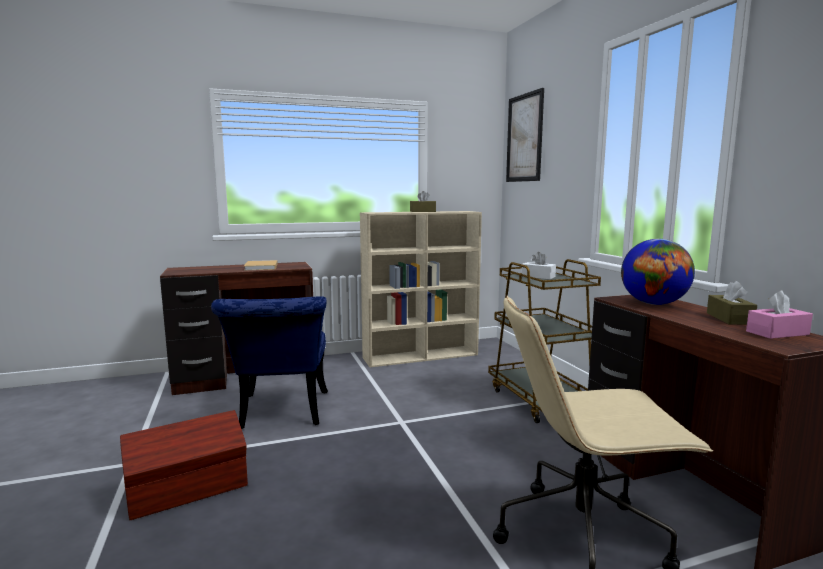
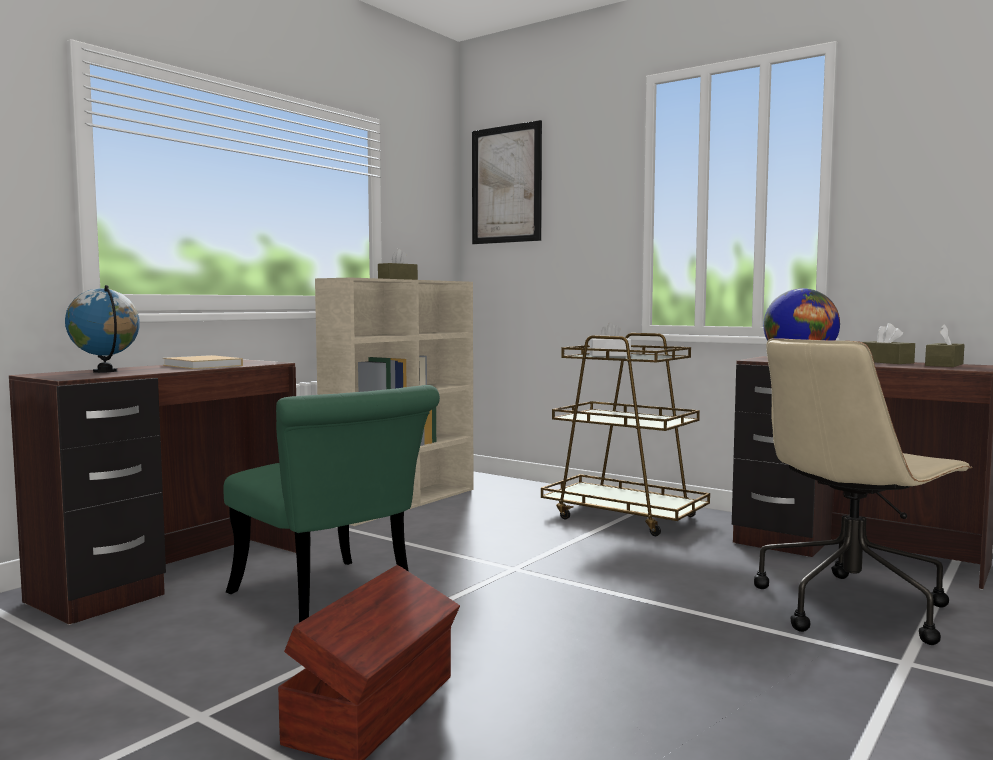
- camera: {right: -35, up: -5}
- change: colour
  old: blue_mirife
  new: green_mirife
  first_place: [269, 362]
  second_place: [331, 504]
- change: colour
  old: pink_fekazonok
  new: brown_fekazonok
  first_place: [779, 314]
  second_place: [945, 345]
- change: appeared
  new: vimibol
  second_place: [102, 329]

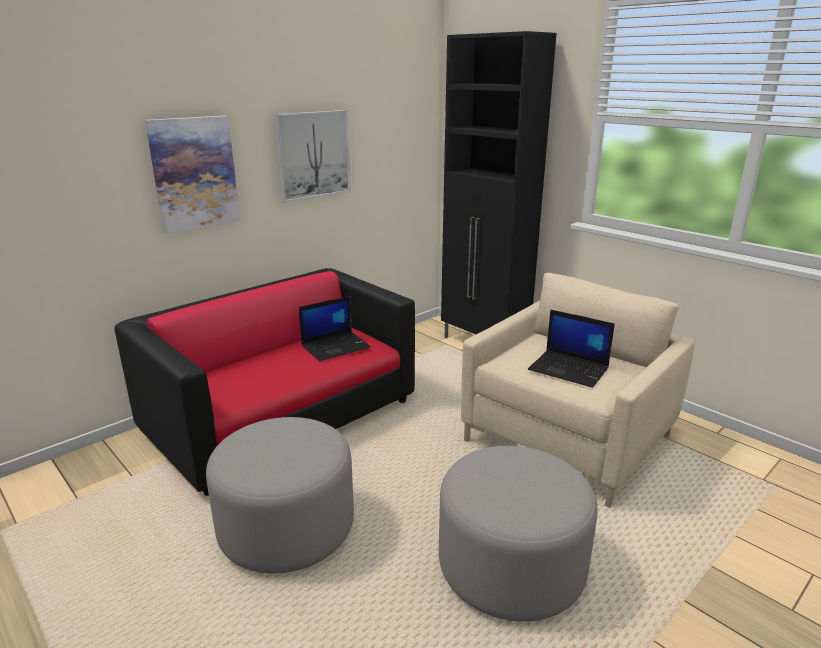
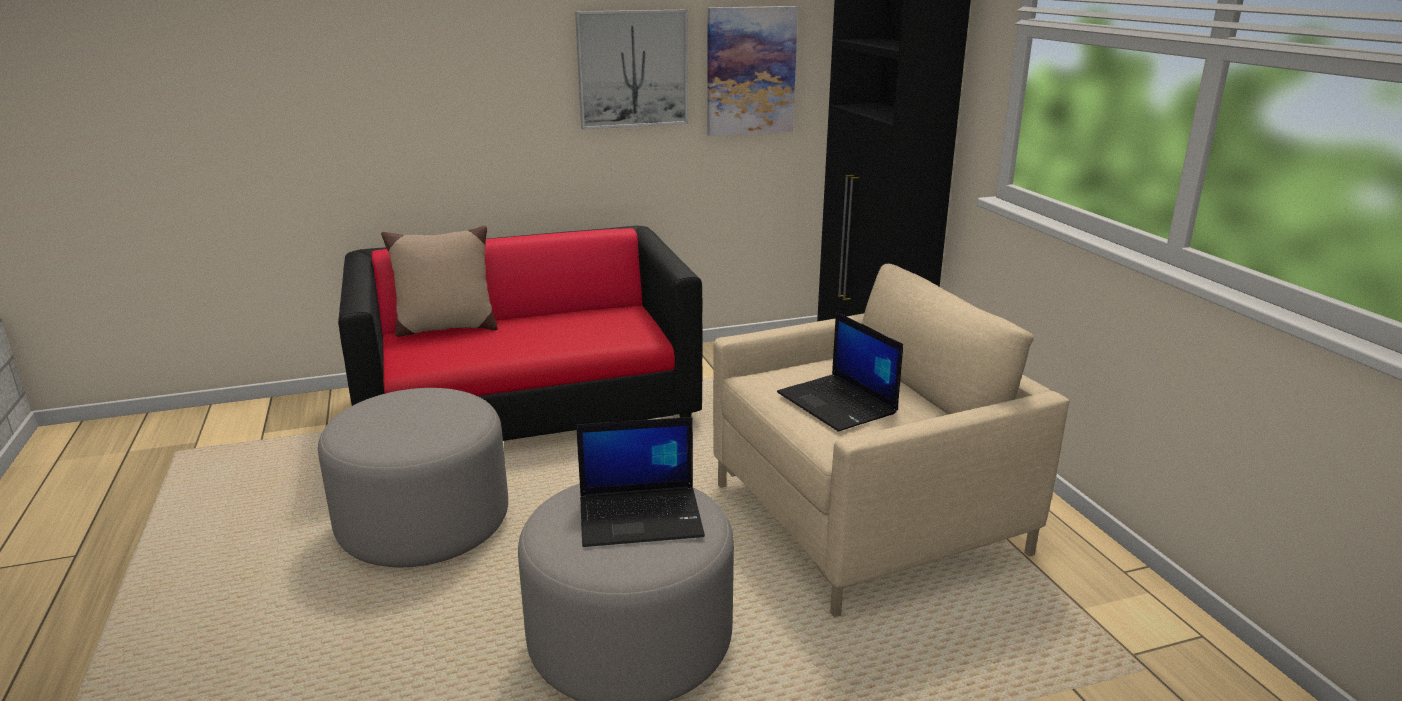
- camera: {right: 25, up: 0}
- change: relocated
  old: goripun
  first_place: [192, 175]
  second_place: [752, 71]
- change: relocated
  old: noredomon
  first_place: [335, 328]
  second_place: [640, 482]
- change: appeared
  new: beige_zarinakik
  second_place: [439, 281]

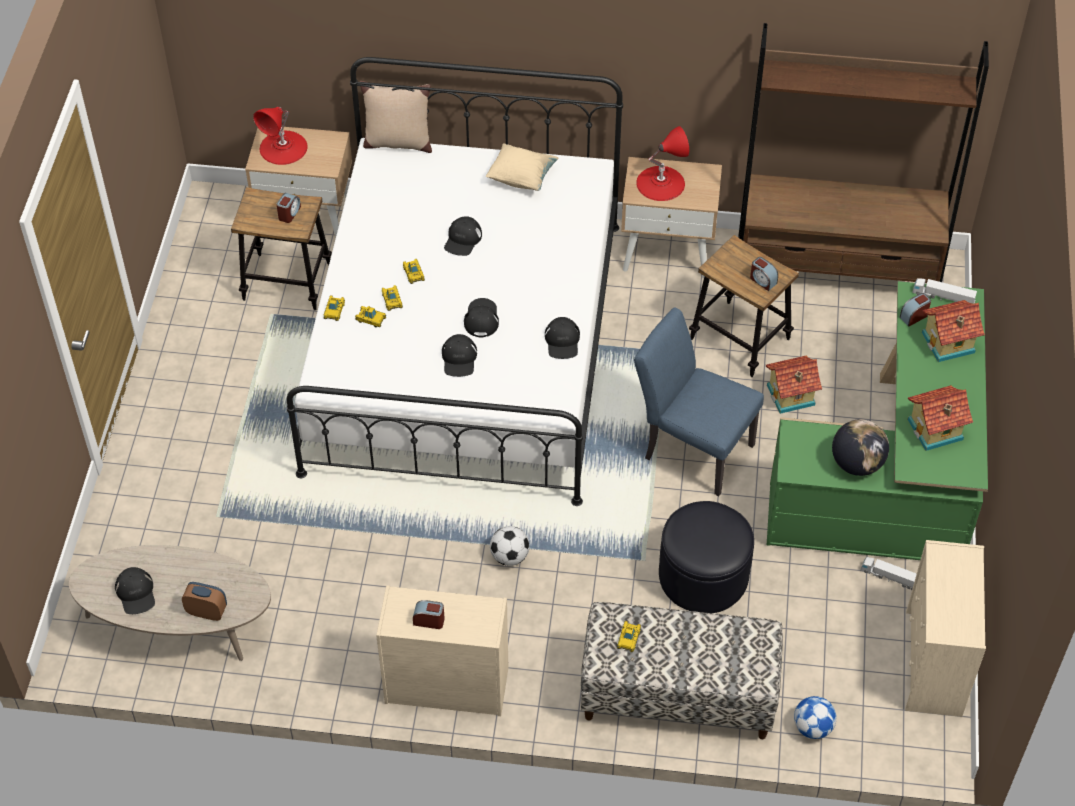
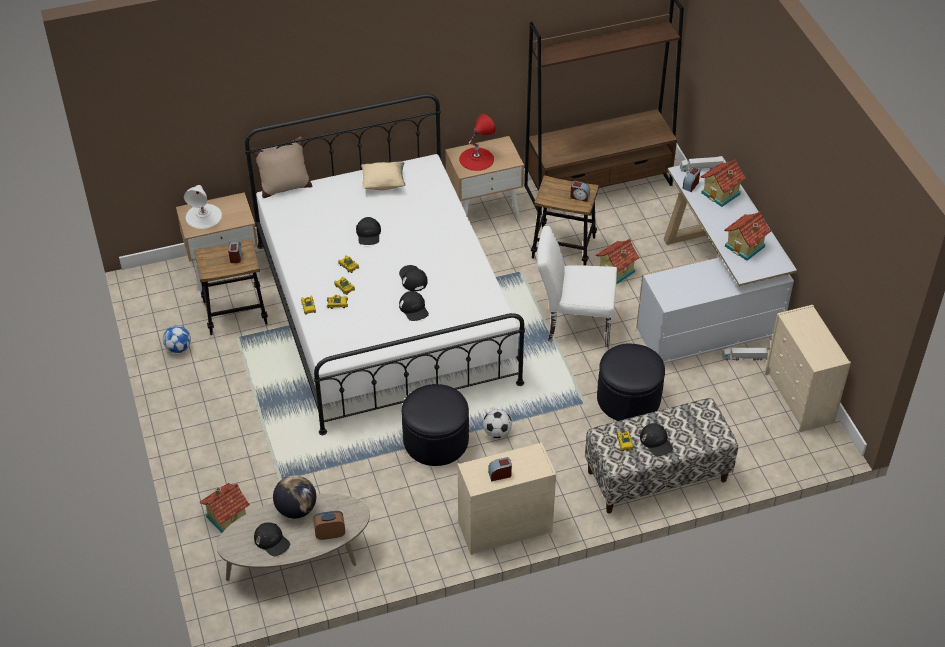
- camera: {right: -25, up: -5}
- change: colour
  old: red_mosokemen
  new: white_mosokemen
  first_place: [280, 136]
  second_place: [203, 207]
- change: relocated
  old: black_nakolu
  first_place: [562, 338]
  second_place: [656, 439]
- change: colour
  old: blue_mirife
  new: white_mirife
  first_place: [699, 401]
  second_place: [577, 287]
- change: colour
  old: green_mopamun
  new: white_mopamun
  first_place: [877, 420]
  second_place: [716, 260]
- change: relocated
  old: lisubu
  first_place: [815, 717]
  second_place: [177, 339]
- change: relocated
  old: vimibol
  first_place: [860, 447]
  second_place: [294, 497]
- change: appeared
  new: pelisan
  second_place: [225, 508]
- change: appeared
  new: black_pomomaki
  second_place: [435, 425]

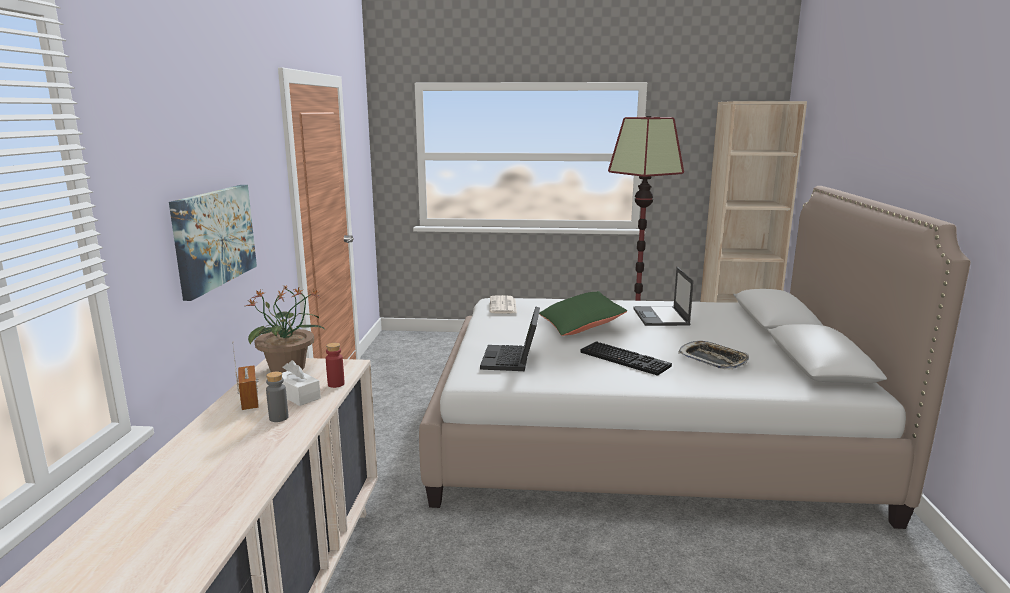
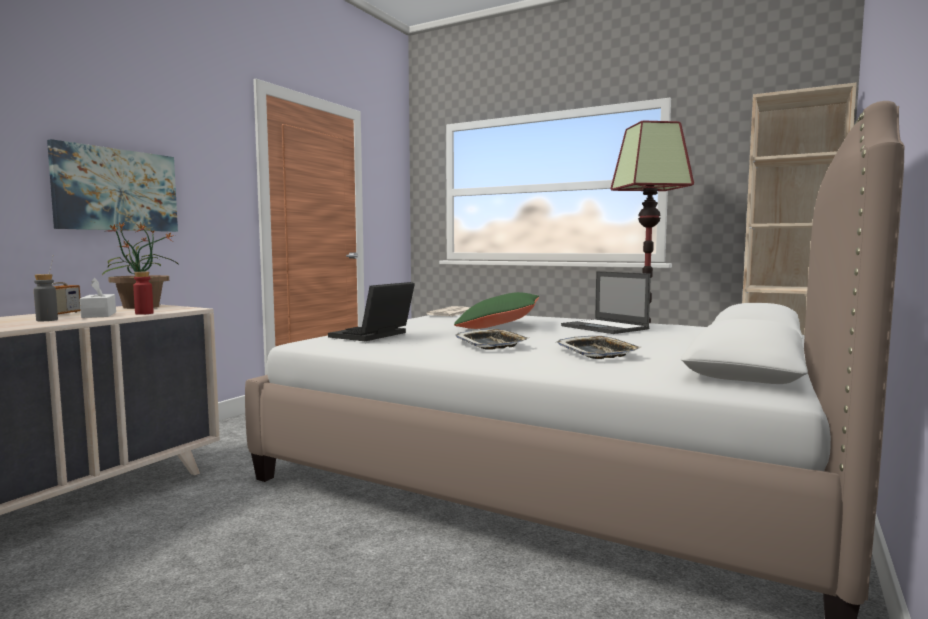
- camera: {right: 25, up: -10}
- change: exchanged
  old: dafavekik
  new: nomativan
  first_place: [626, 358]
  second_place: [491, 339]
- change: spun
  old: noredomon
  first_place: [663, 296]
  second_place: [606, 302]
  degrees: -60

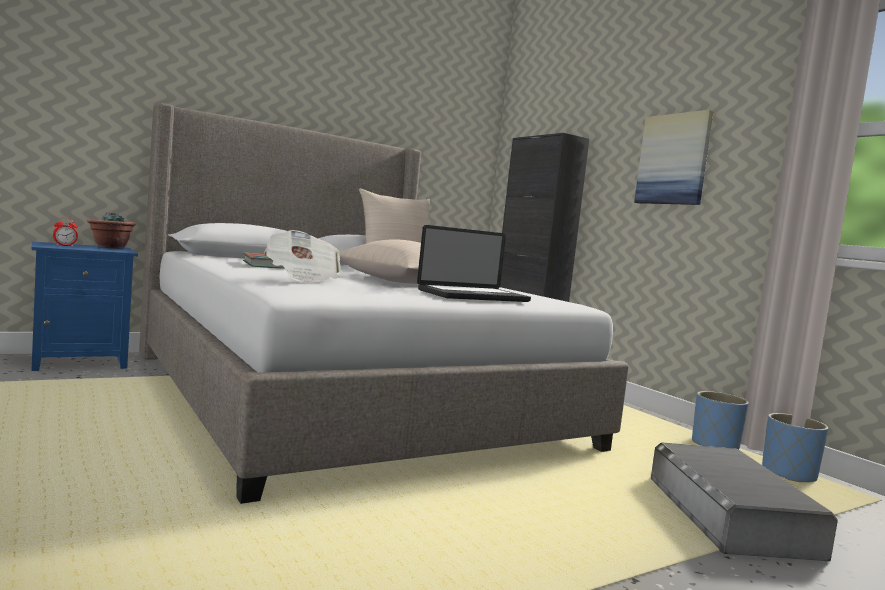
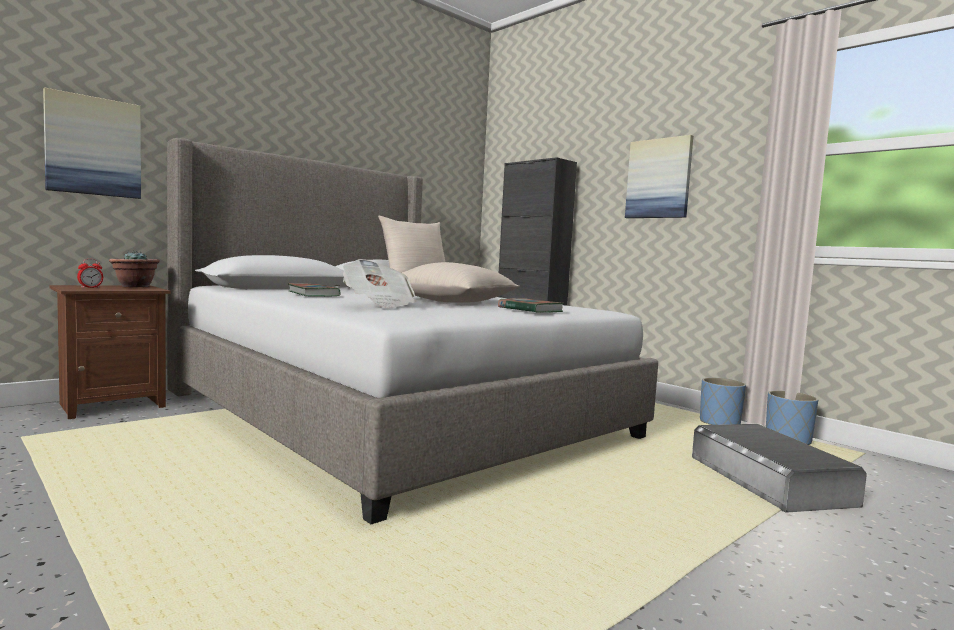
- camera: {right: -10, up: 0}
- change: colour
  old: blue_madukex
  new: brown_madukex
  first_place: [84, 306]
  second_place: [110, 352]
- change: exchanged
  old: noredomon
  new: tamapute
  first_place: [474, 263]
  second_place: [531, 305]
- change: appeared
  new: goripun
  second_place: [92, 143]

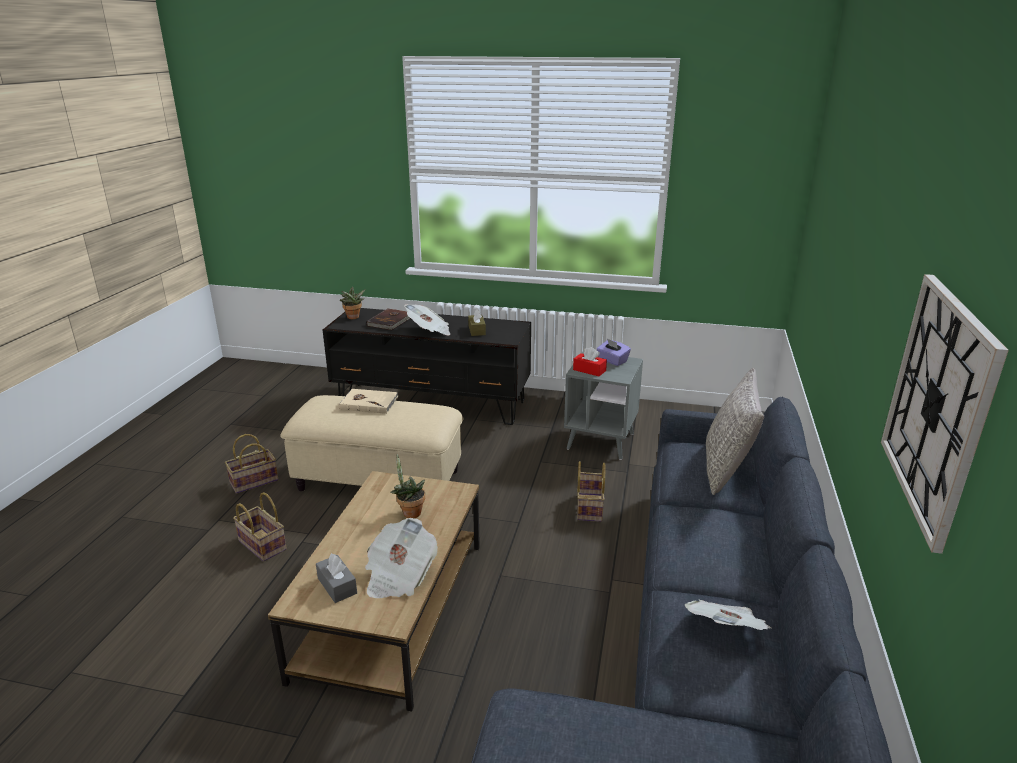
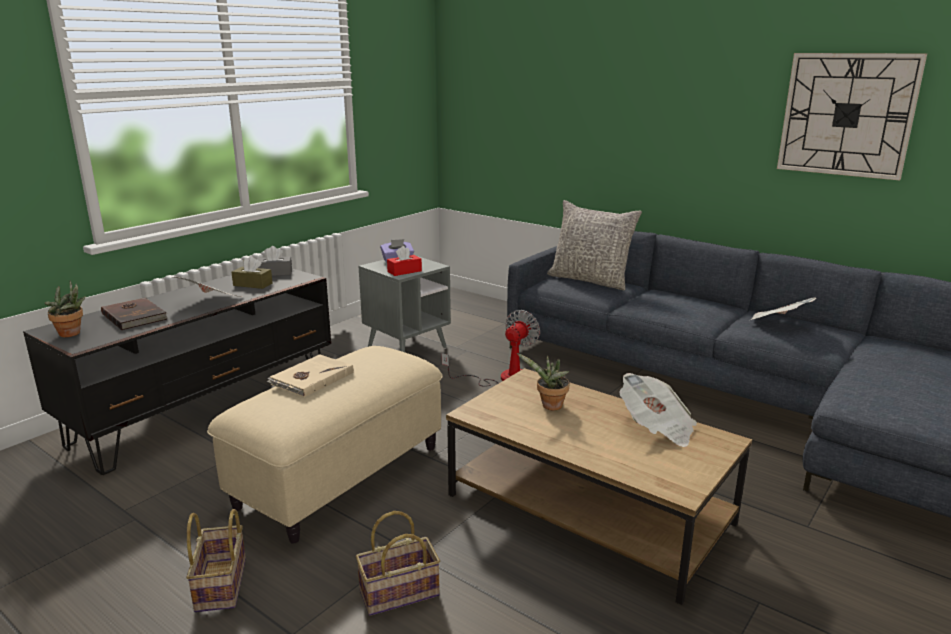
- camera: {right: -65, up: -5}
- change: relocated
  old: grey_fekazonok
  first_place: [336, 578]
  second_place: [275, 261]
- change: exchanged
  old: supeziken
  new: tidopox
  first_place: [591, 491]
  second_place: [491, 348]

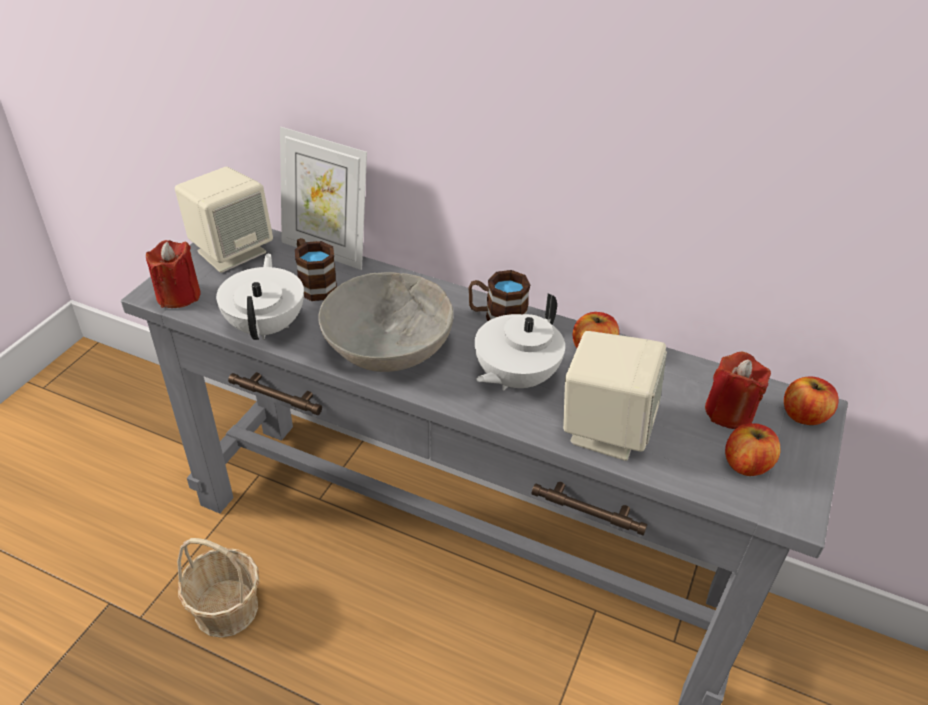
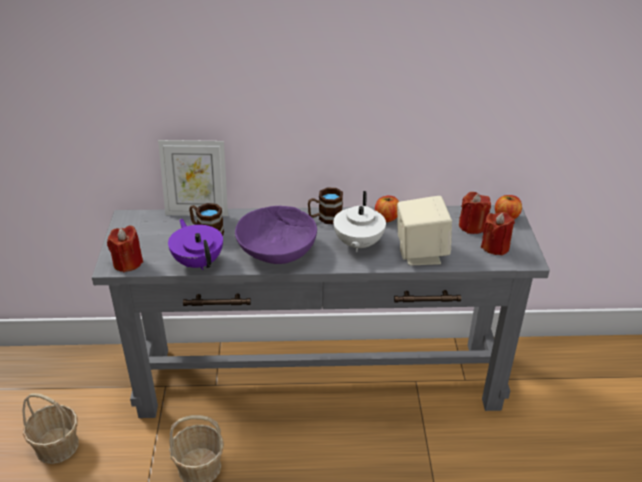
- camera: {right: -25, up: -5}
- change: missing
  old: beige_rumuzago
  first_place: [224, 220]
- change: colour
  old: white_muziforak
  new: purple_muziforak
  first_place: [260, 296]
  second_place: [195, 244]
- change: colour
  old: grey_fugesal
  new: purple_fugesal
  first_place: [385, 322]
  second_place: [276, 235]
- change: exchanged
  old: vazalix
  new: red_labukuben
  first_place: [752, 449]
  second_place: [498, 233]
- change: appeared
  new: supeziken
  second_place: [50, 428]

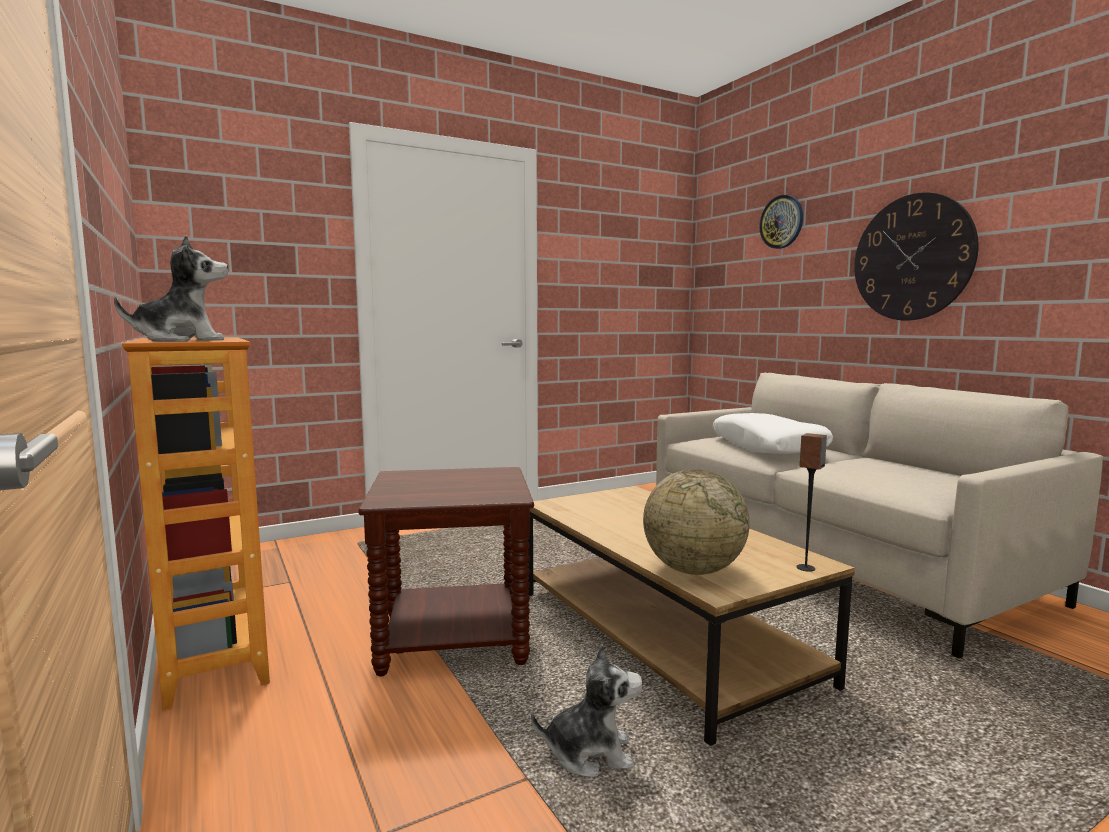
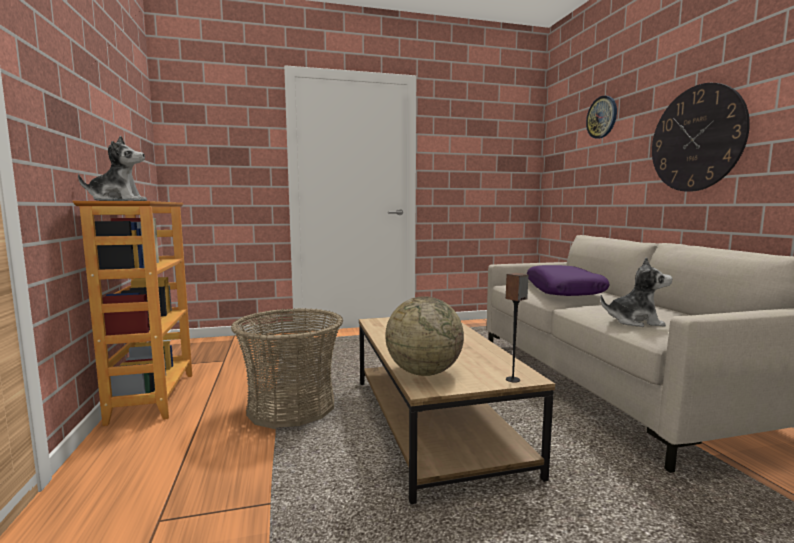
- camera: {right: 15, up: 0}
- change: exchanged
  old: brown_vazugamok
  new: supeziken
  first_place: [446, 572]
  second_place: [287, 368]
- change: relocated
  old: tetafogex
  first_place: [587, 710]
  second_place: [636, 292]
- change: colour
  old: white_zarinakik
  new: purple_zarinakik
  first_place: [773, 433]
  second_place: [568, 280]

